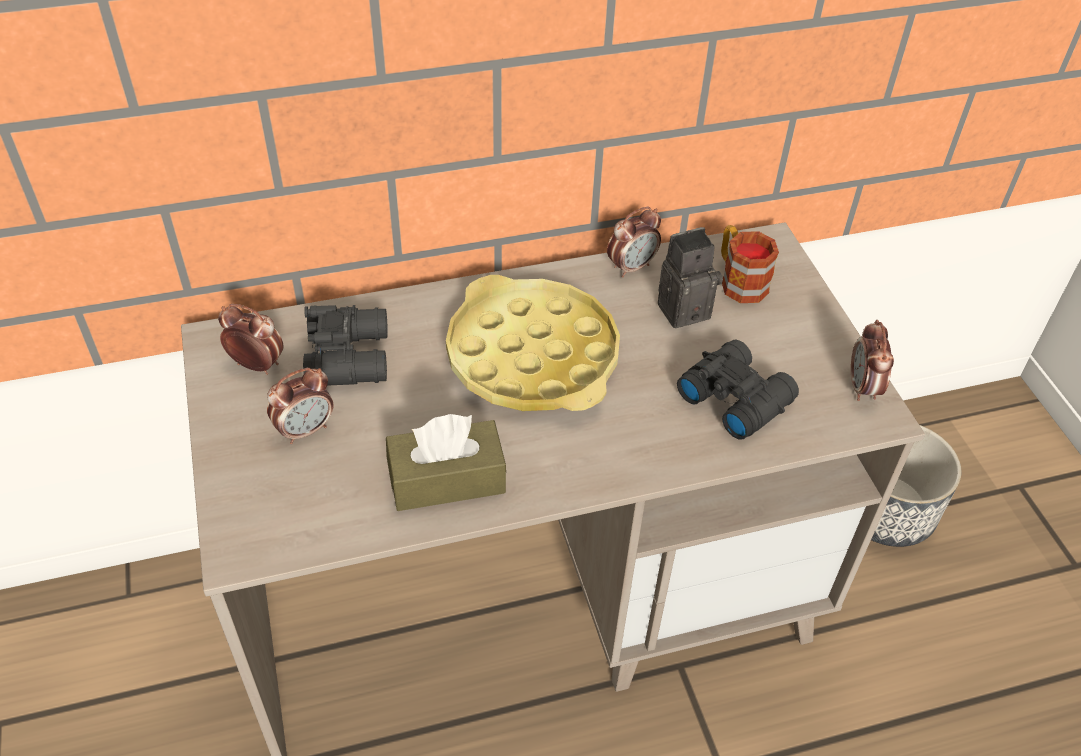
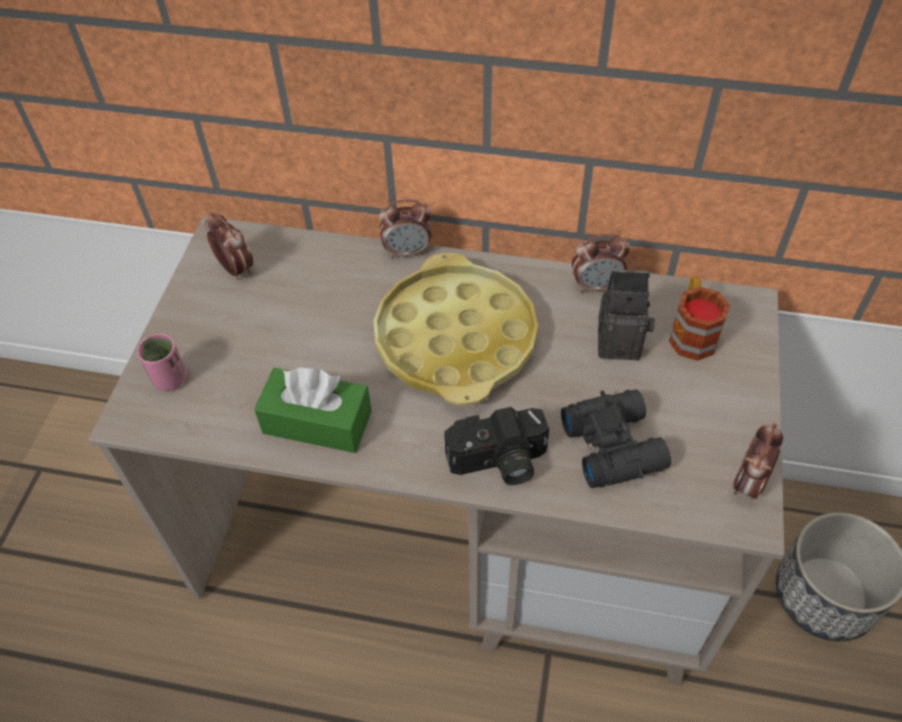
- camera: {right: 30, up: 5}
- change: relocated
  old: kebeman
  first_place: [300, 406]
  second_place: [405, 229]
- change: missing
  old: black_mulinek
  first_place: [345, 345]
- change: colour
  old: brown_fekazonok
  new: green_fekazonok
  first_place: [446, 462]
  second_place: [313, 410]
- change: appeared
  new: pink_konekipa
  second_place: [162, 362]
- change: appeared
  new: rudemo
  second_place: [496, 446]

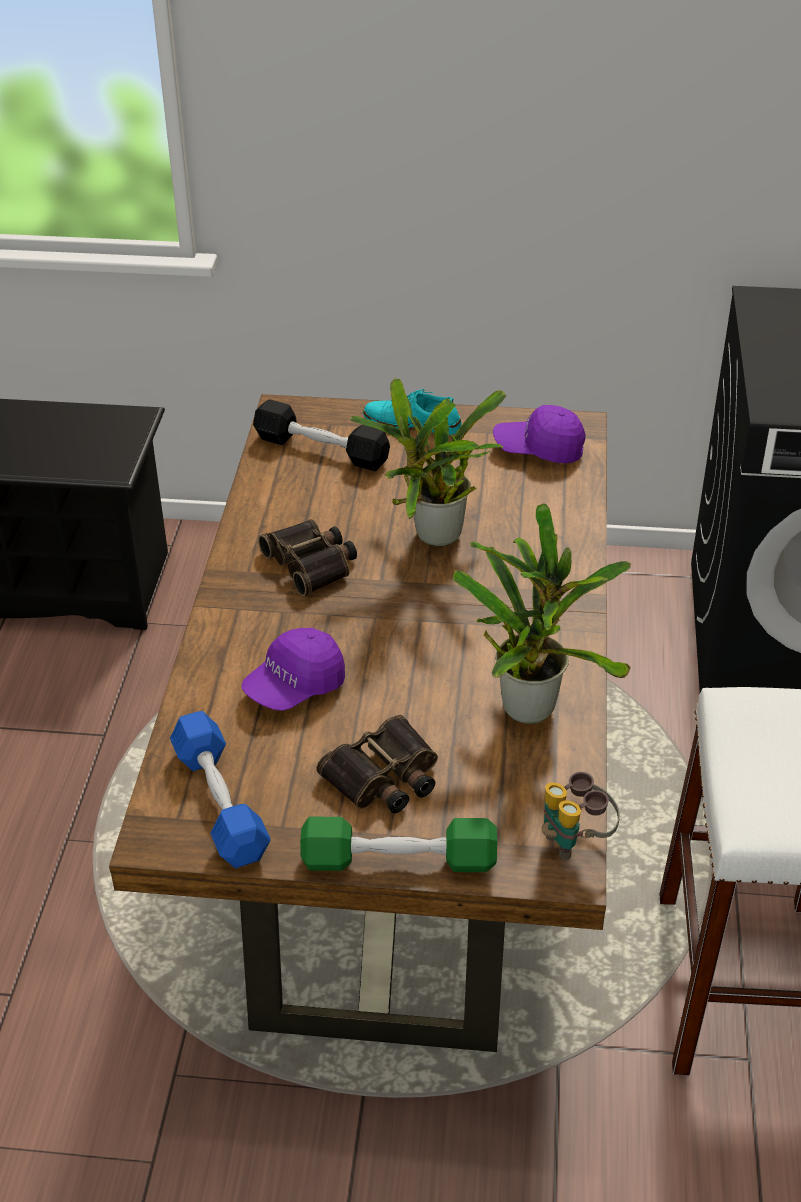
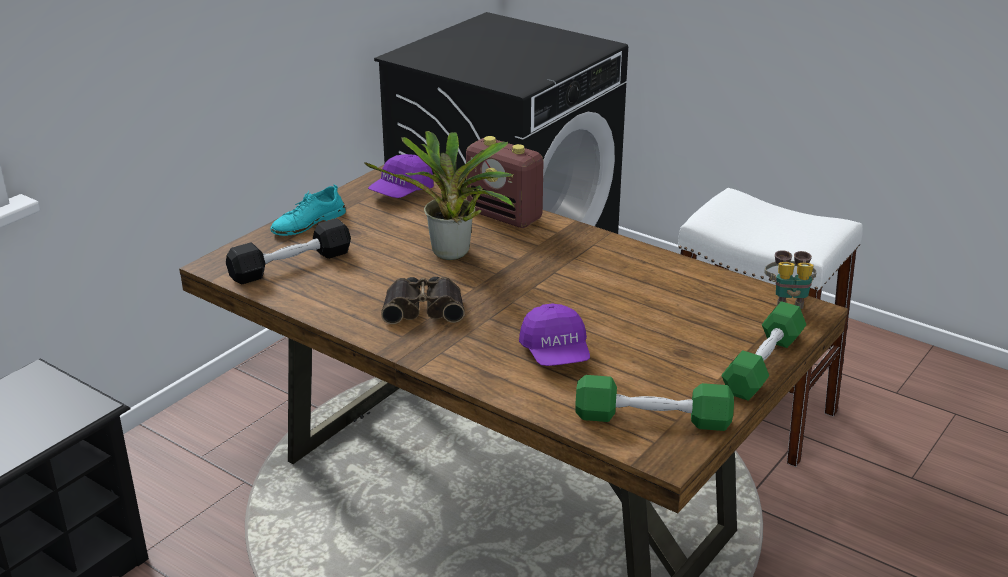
- camera: {right: -60, up: -10}
- change: colour
  old: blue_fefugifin
  new: green_fefugifin
  first_place: [220, 789]
  second_place: [654, 403]
- change: missing
  old: mulinek
  first_place: [377, 763]
- change: missing
  old: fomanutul
  first_place: [542, 613]
- change: appeared
  new: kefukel
  second_place: [505, 182]

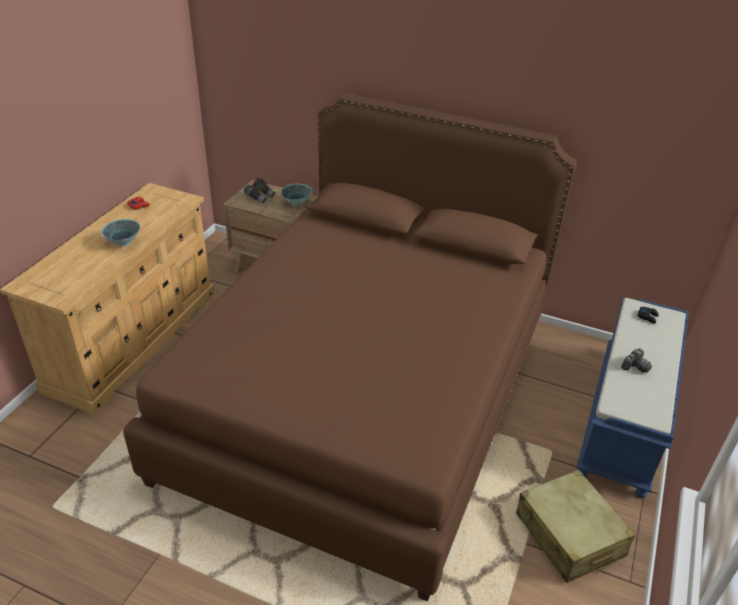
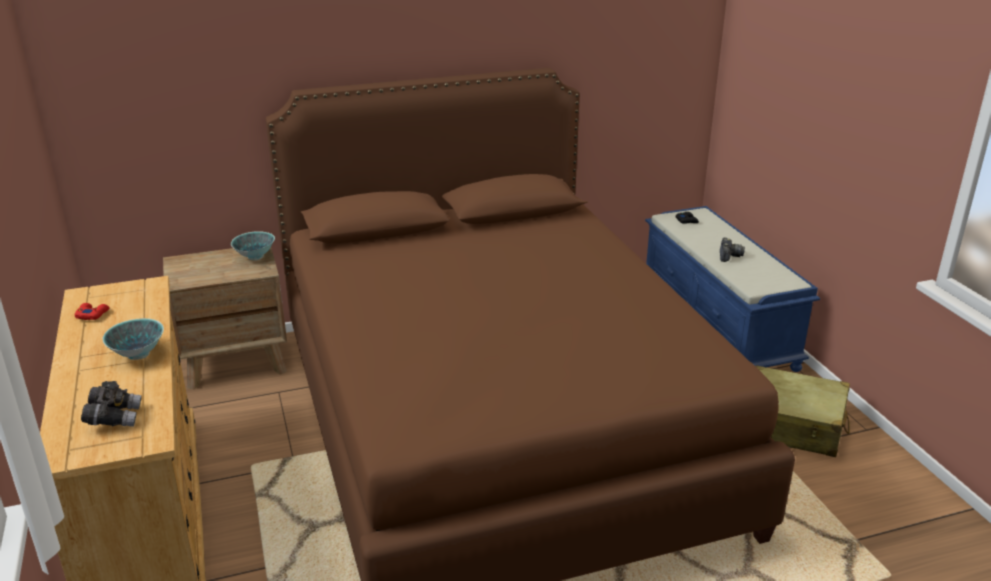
- camera: {right: -40, up: -10}
- change: relocated
  old: grey_mulinek
  first_place: [259, 191]
  second_place: [111, 404]

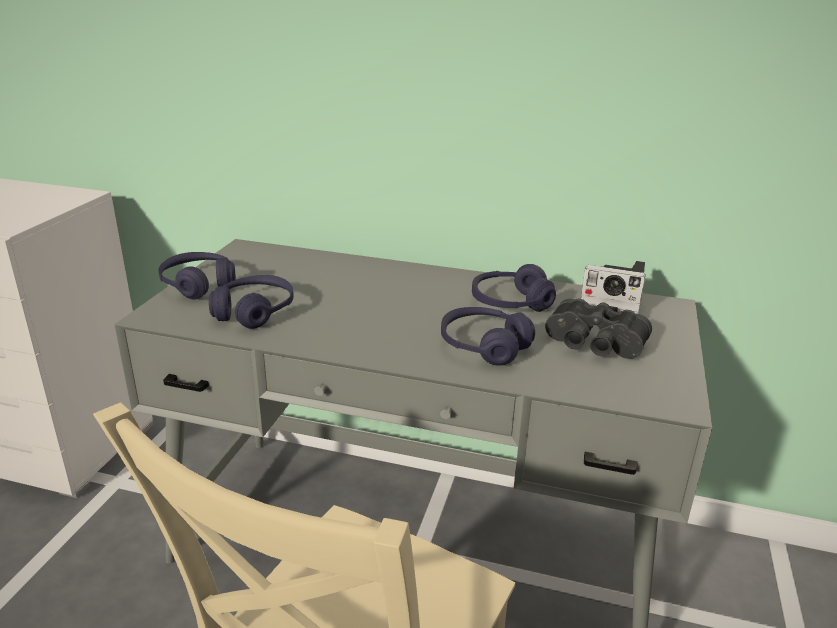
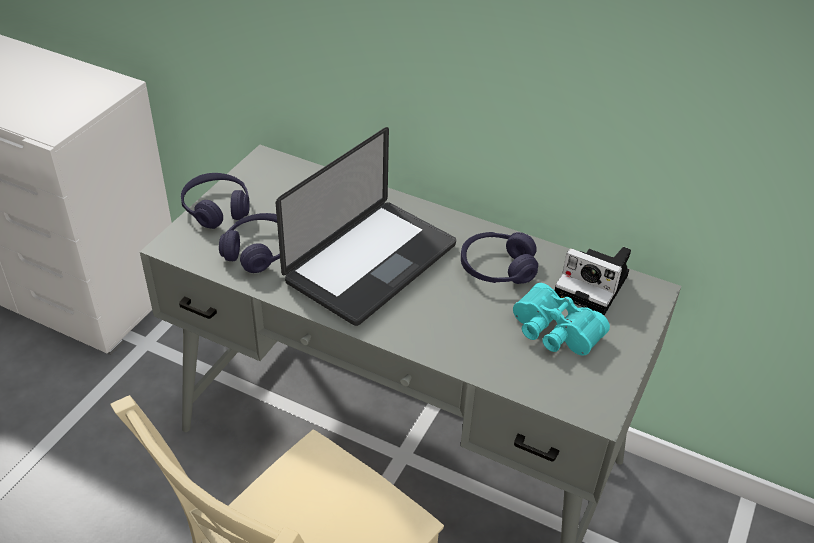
- camera: {right: 10, up: 15}
- change: missing
  old: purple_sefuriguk
  first_place: [488, 336]
- change: colour
  old: black_mulinek
  new: turquoise_mulinek
  first_place: [598, 329]
  second_place: [561, 319]
- change: appeared
  new: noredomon
  second_place: [366, 226]

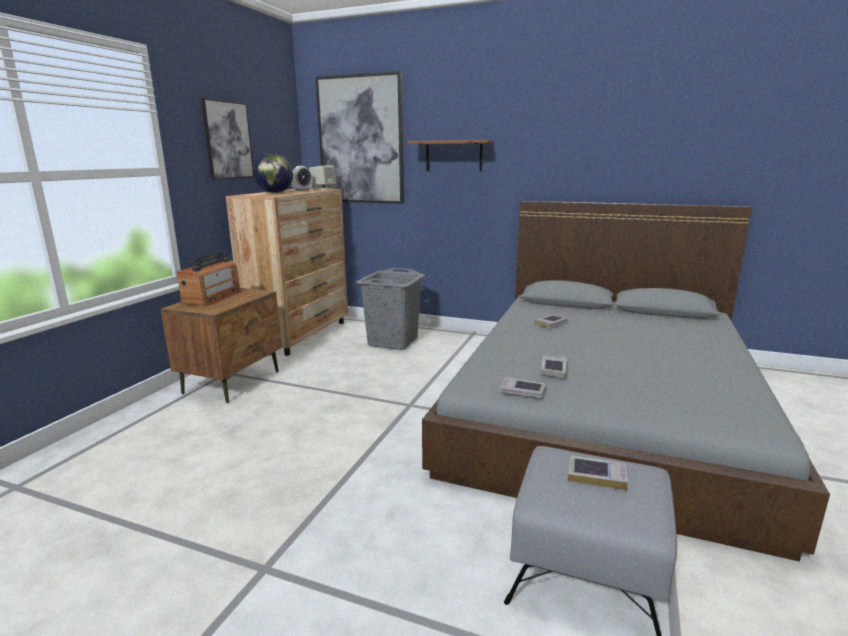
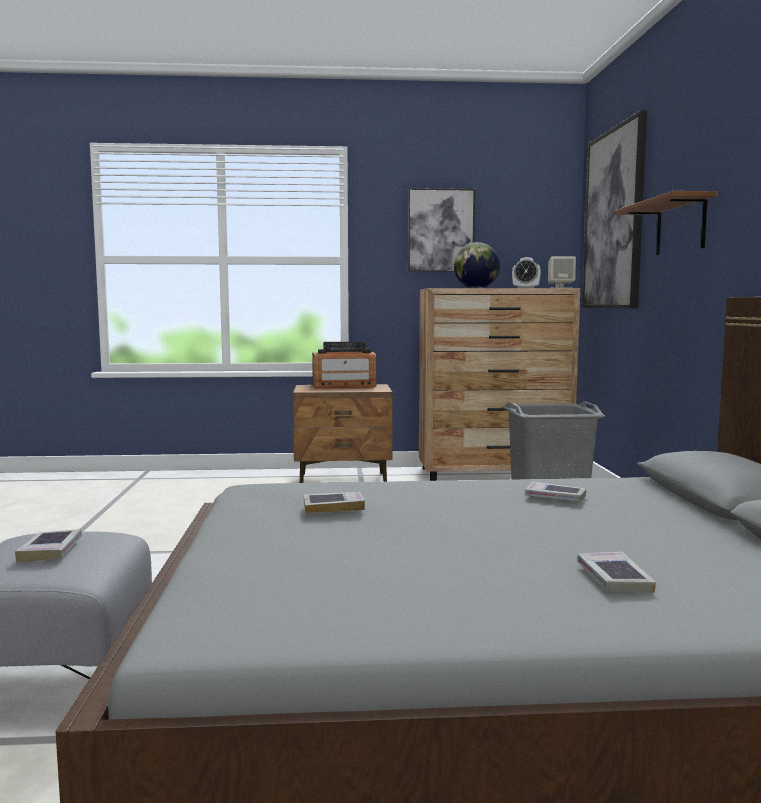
- camera: {right: 65, up: -10}
- change: relocated
  old: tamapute
  first_place: [523, 387]
  second_place: [616, 572]

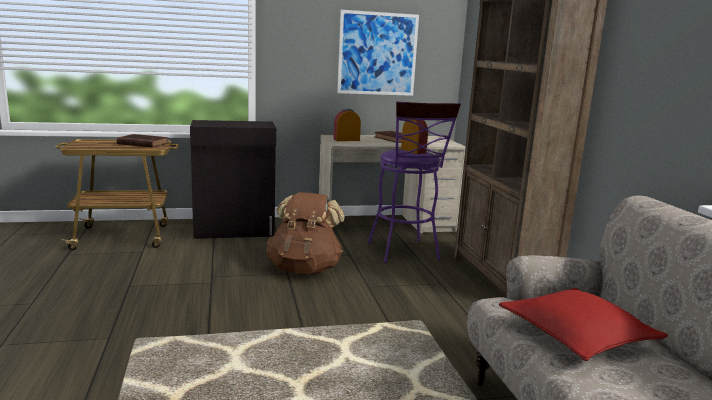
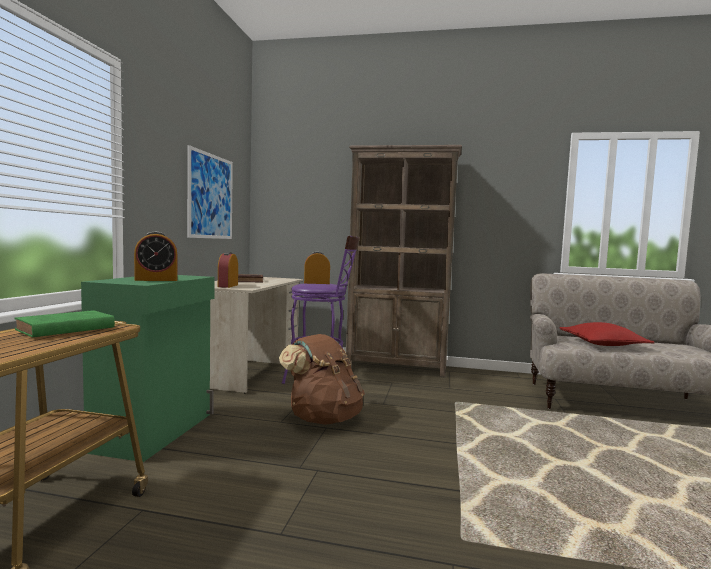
- camera: {right: -65, up: -10}
- change: colour
  old: brown_tamapute
  new: green_tamapute
  first_place: [142, 141]
  second_place: [64, 323]
- change: colour
  old: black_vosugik
  new: green_vosugik
  first_place: [233, 179]
  second_place: [148, 368]
- change: appeared
  new: kebeman
  second_place: [155, 256]

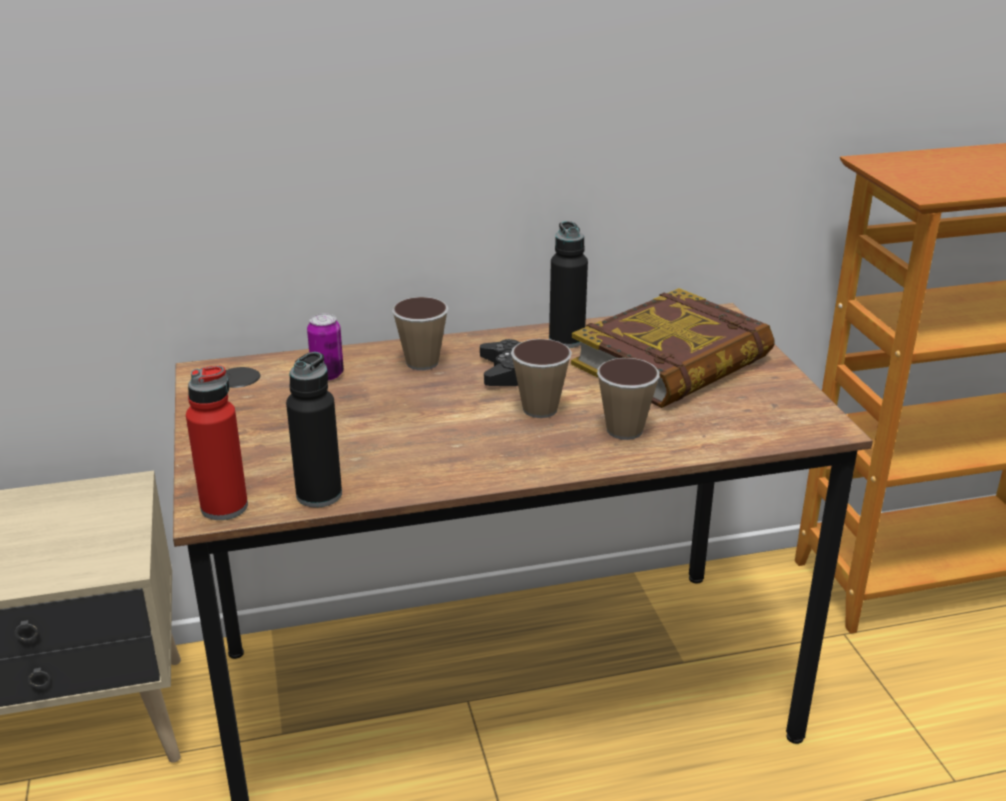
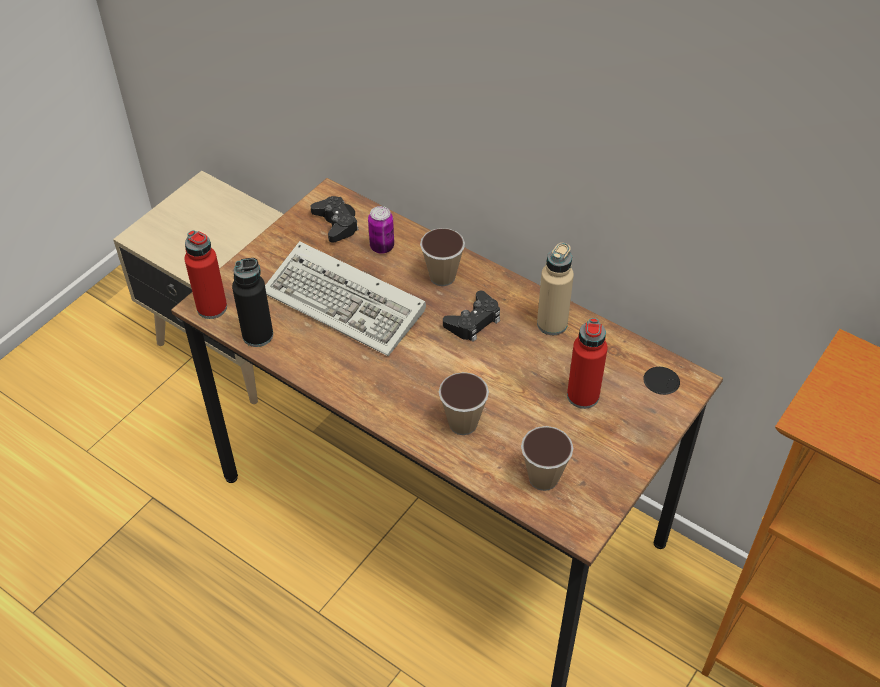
- camera: {right: 50, up: 20}
- change: relocated
  old: konekipa
  first_place: [541, 378]
  second_place: [547, 458]
- change: colour
  old: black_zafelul
  new: beige_zafelul
  first_place: [568, 284]
  second_place: [555, 289]
- change: exchanged
  old: tamapute
  new: red_zafelul
  first_place: [673, 348]
  second_place: [587, 363]
- change: appeared
  new: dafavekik
  second_place: [345, 298]
- change: appeared
  new: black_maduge
  second_place: [334, 219]

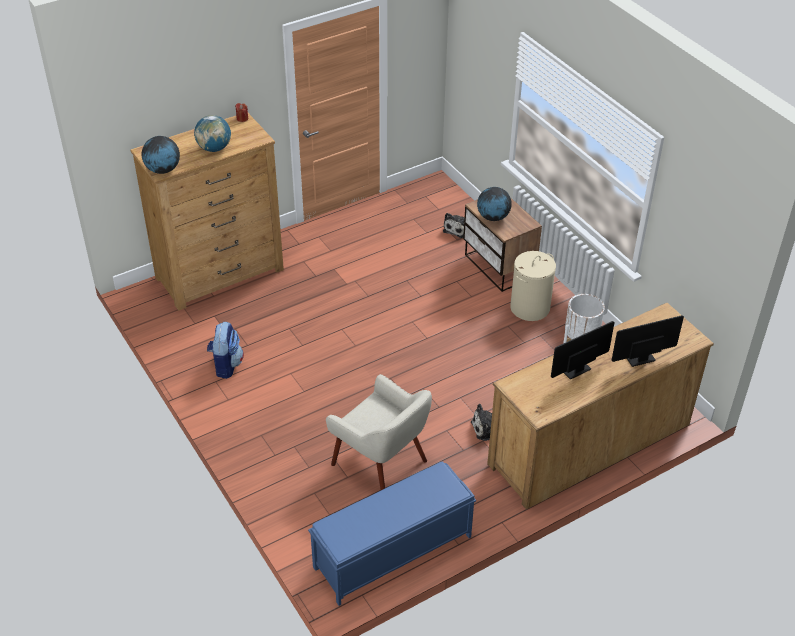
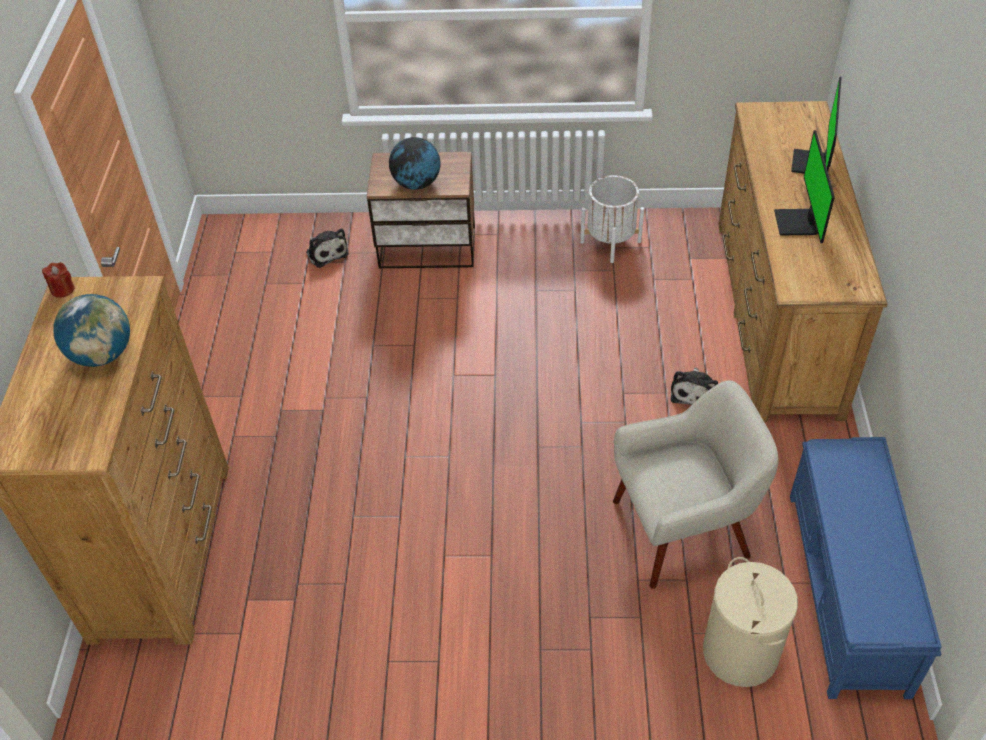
- camera: {right: -55, up: 5}
- change: missing
  old: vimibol
  first_place: [160, 155]
- change: missing
  old: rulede
  first_place: [225, 350]
- change: relocated
  old: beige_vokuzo
  first_place: [533, 286]
  second_place: [750, 622]

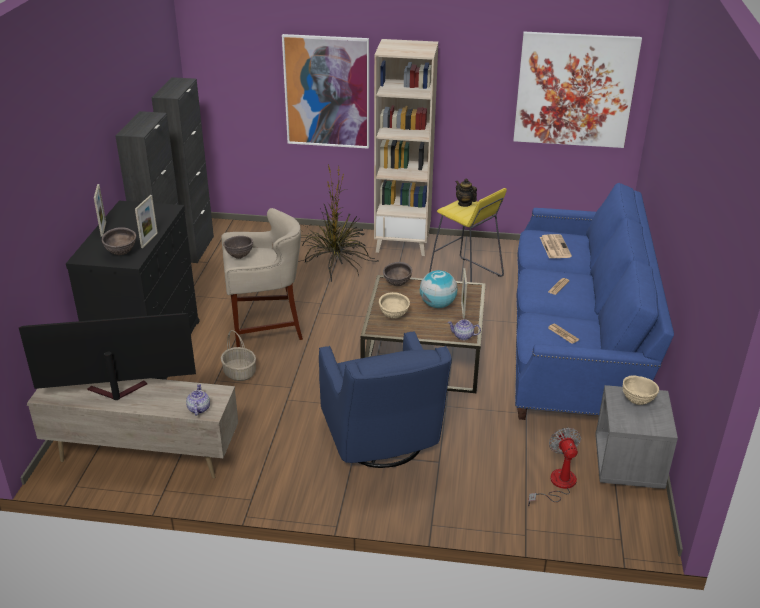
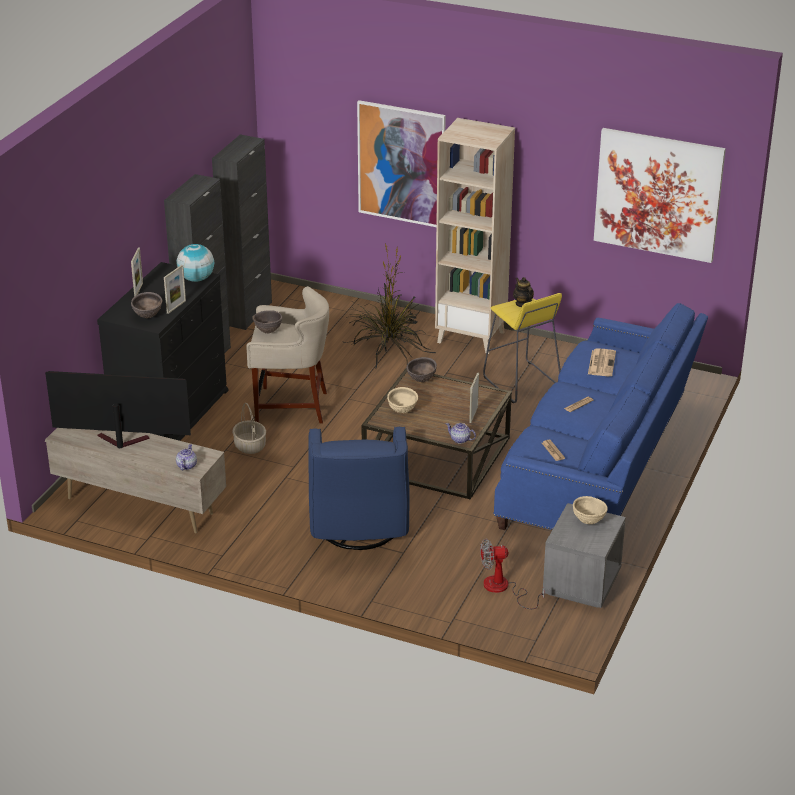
- camera: {right: 15, up: 0}
- change: relocated
  old: vimibol
  first_place: [438, 289]
  second_place: [195, 263]
- change: spun
  old: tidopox
  first_place: [554, 467]
  second_place: [512, 574]
  degrees: -105

